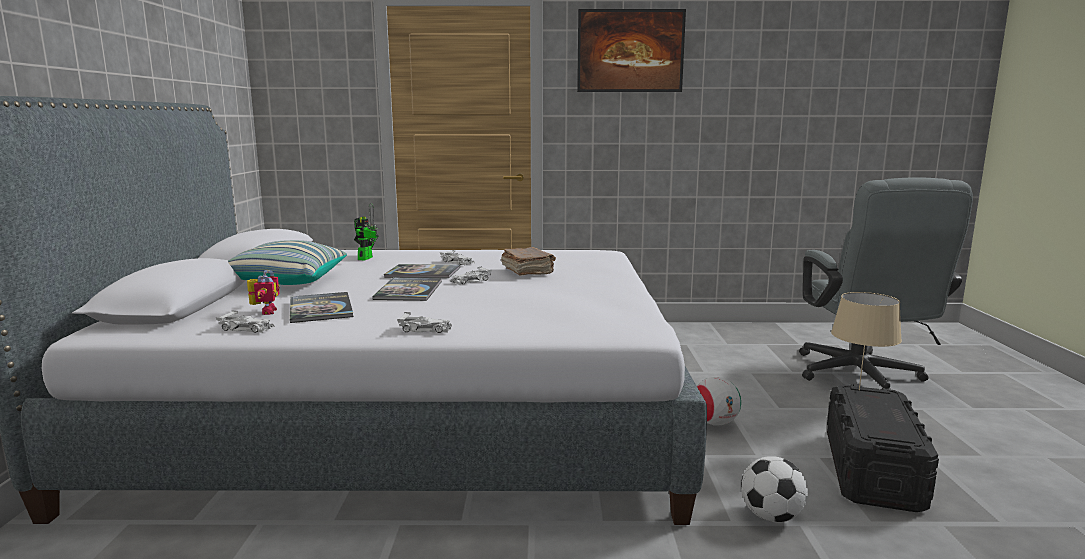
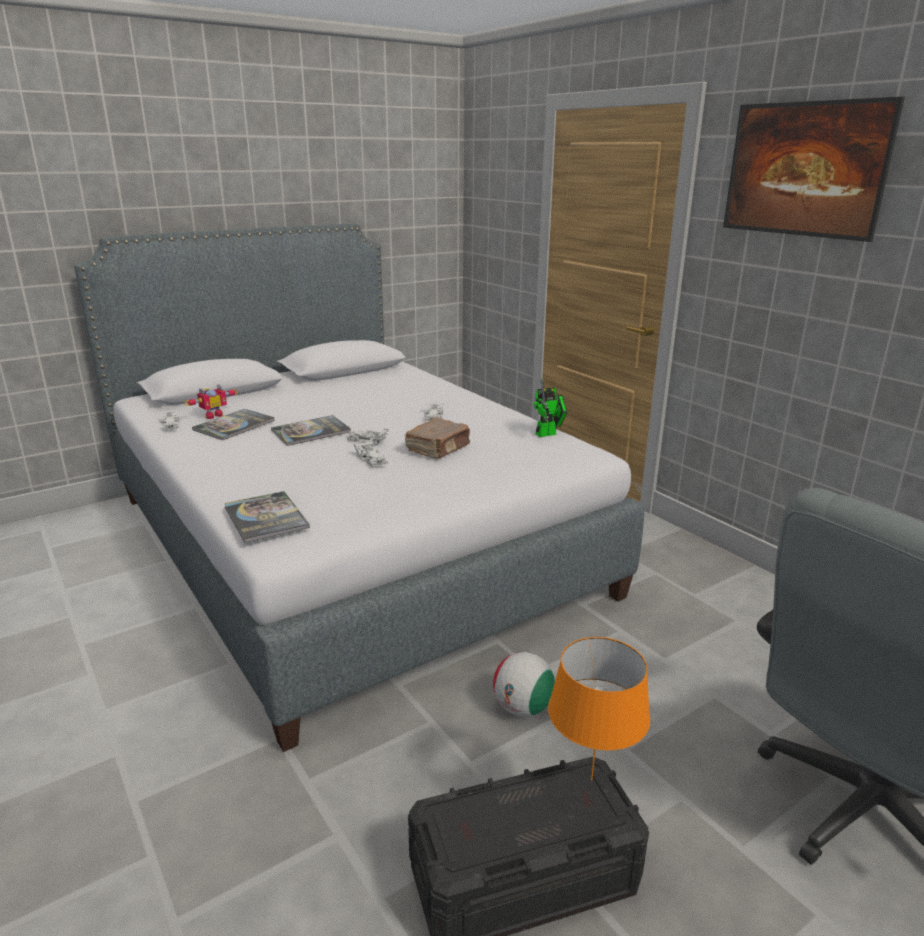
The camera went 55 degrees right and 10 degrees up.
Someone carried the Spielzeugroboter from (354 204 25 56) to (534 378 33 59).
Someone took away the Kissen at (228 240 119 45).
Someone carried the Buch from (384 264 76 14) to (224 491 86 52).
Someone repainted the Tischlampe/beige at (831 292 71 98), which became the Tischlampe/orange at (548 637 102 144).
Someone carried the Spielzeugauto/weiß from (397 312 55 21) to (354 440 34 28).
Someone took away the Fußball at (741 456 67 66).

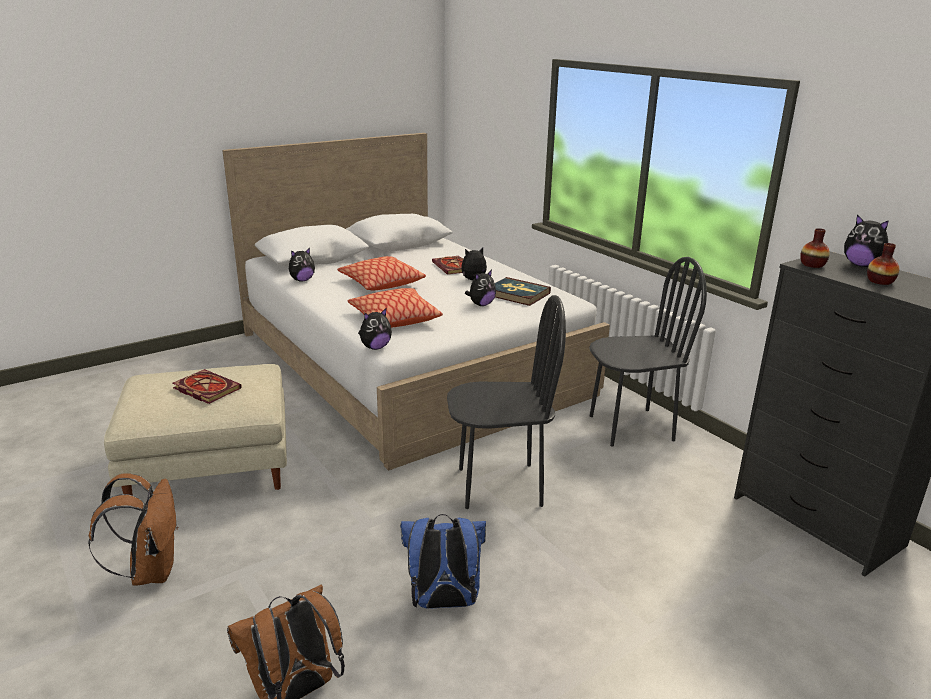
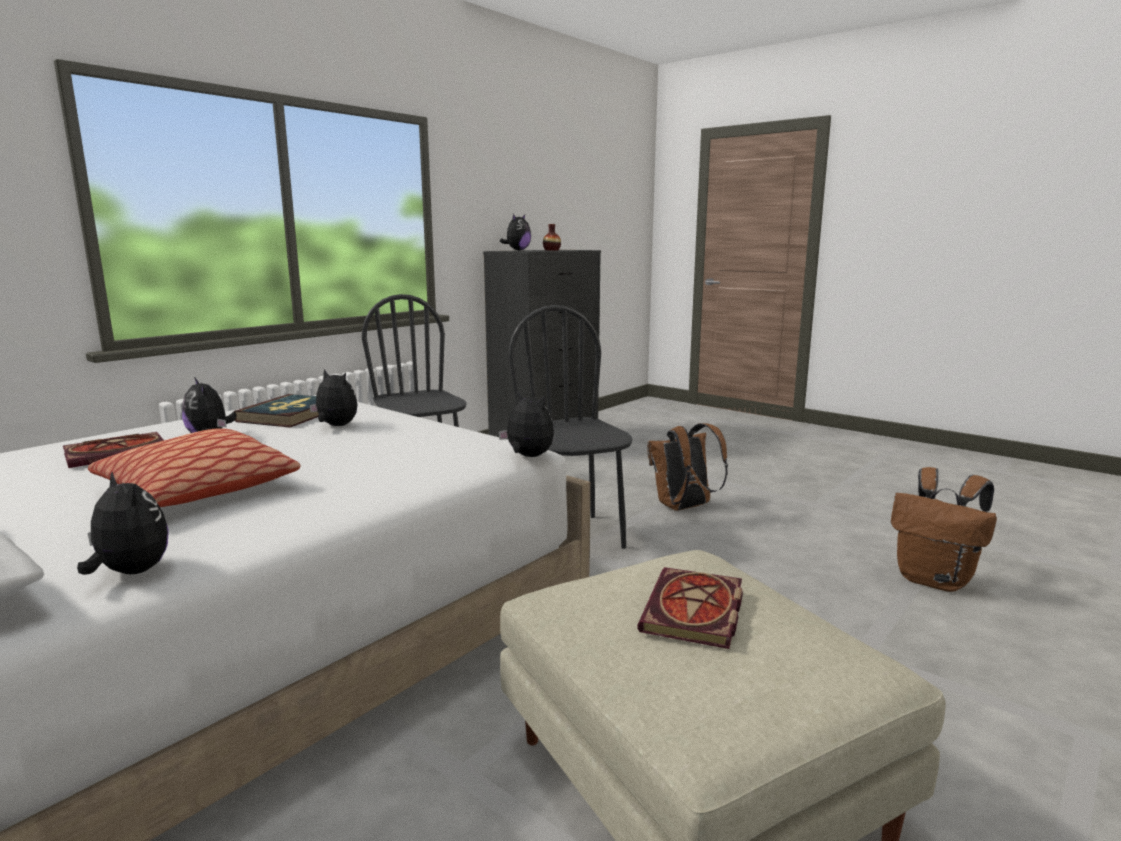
The camera went 105 degrees left and 10 degrees down.
Someone took away the Vase at (800 228 30 40).
Someone took away the Kissen at (347 288 96 40).
Someone carried the Rucksack/braun from (88 473 90 113) to (647 423 81 88).
Someone took away the Rucksack/blau at (400 514 86 95).

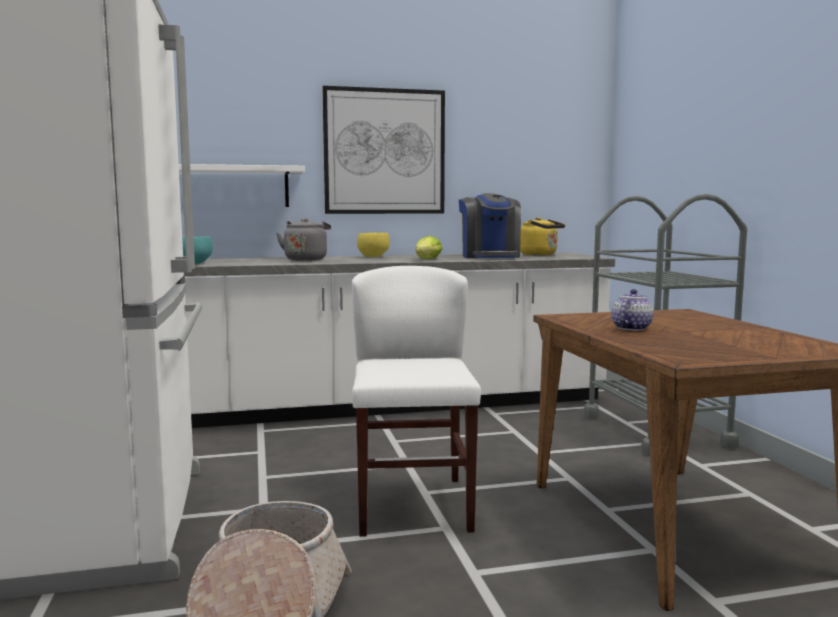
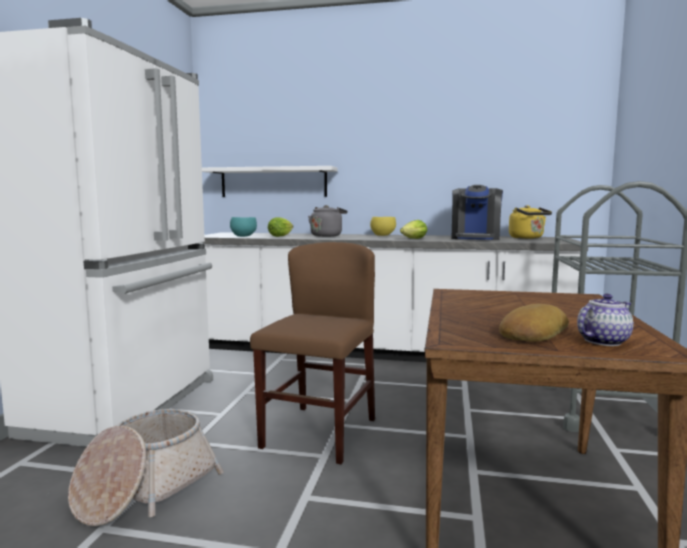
The camera went 25 degrees right and 0 degrees up.
Someone took away the Bild at (323 86 122 128).
Someone repainted the Stuhl/weiß at (352 266 129 271), which became the Stuhl/braun at (250 242 125 222).
Someone carried the Teekanne from (611 289 43 42) to (577 294 57 52).
Someone put down the Salatkopf at (268 217 25 20).
Someone put down the Brot at (499 304 70 38).

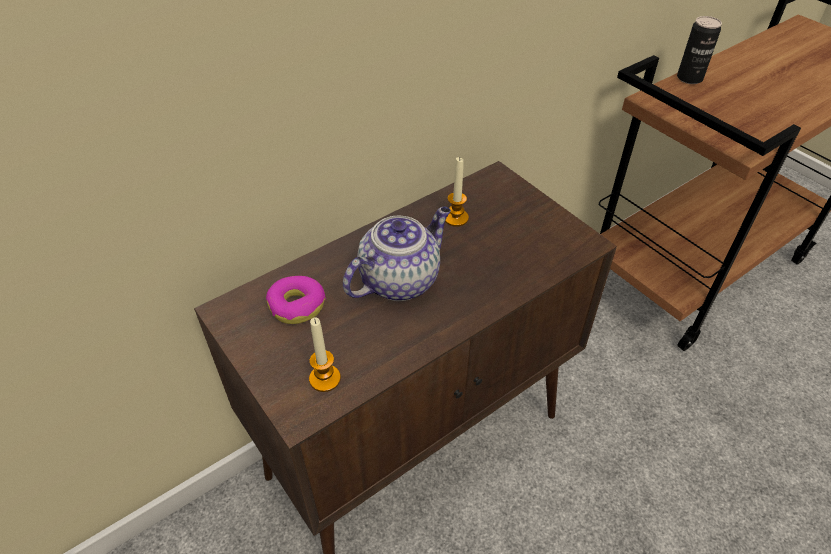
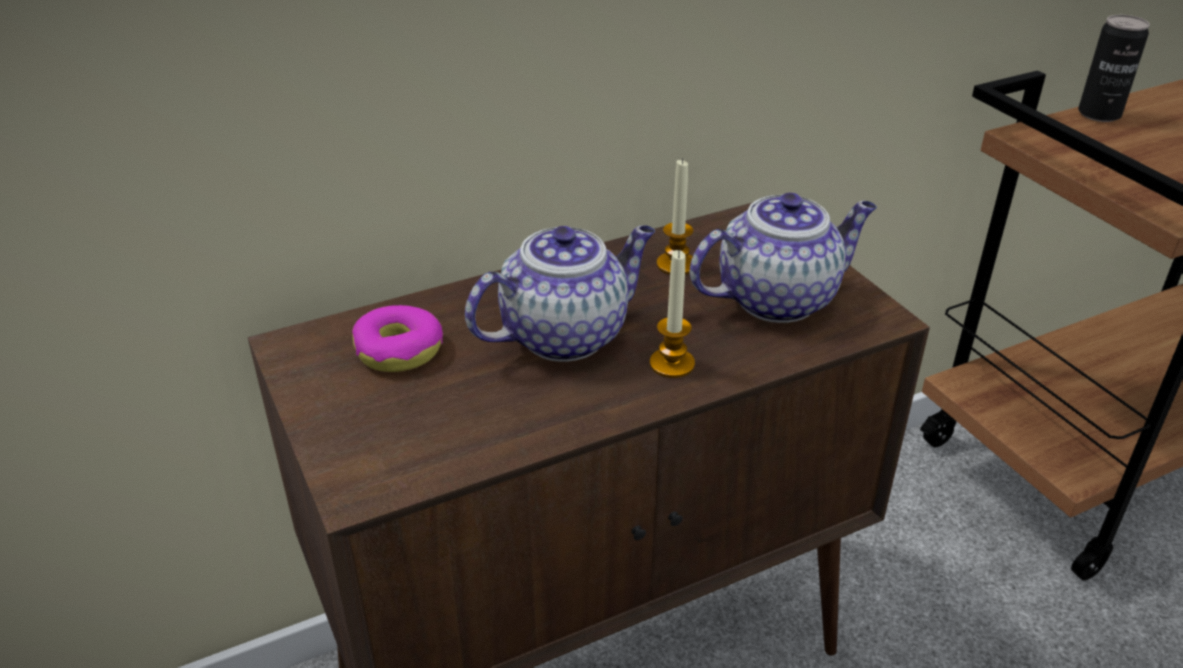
The camera went 10 degrees right and 10 degrees down.
Someone carried the Kerze from (309 318 32 74) to (650 250 45 128).
Someone put down the Teekanne at (689 193 188 130).

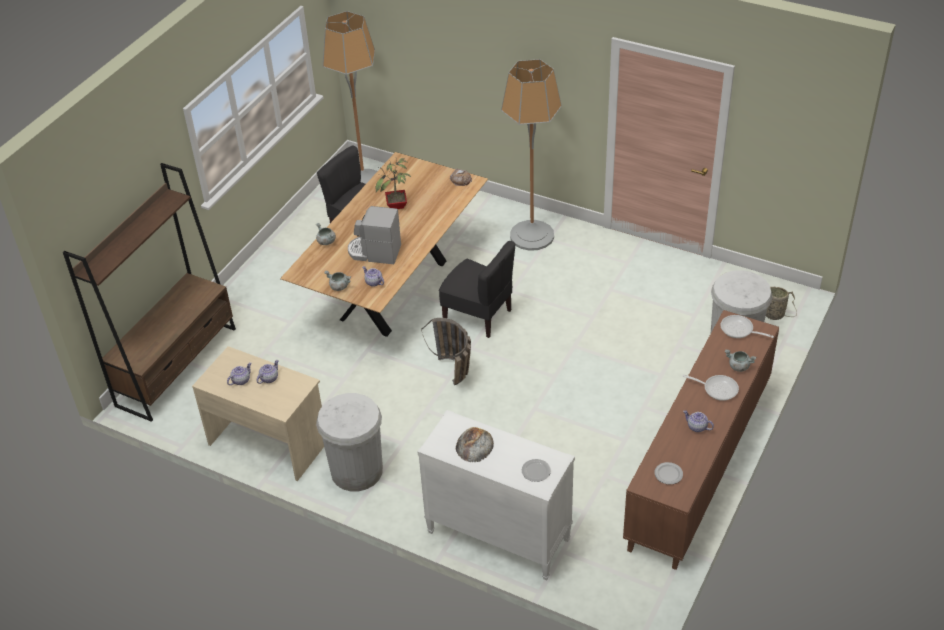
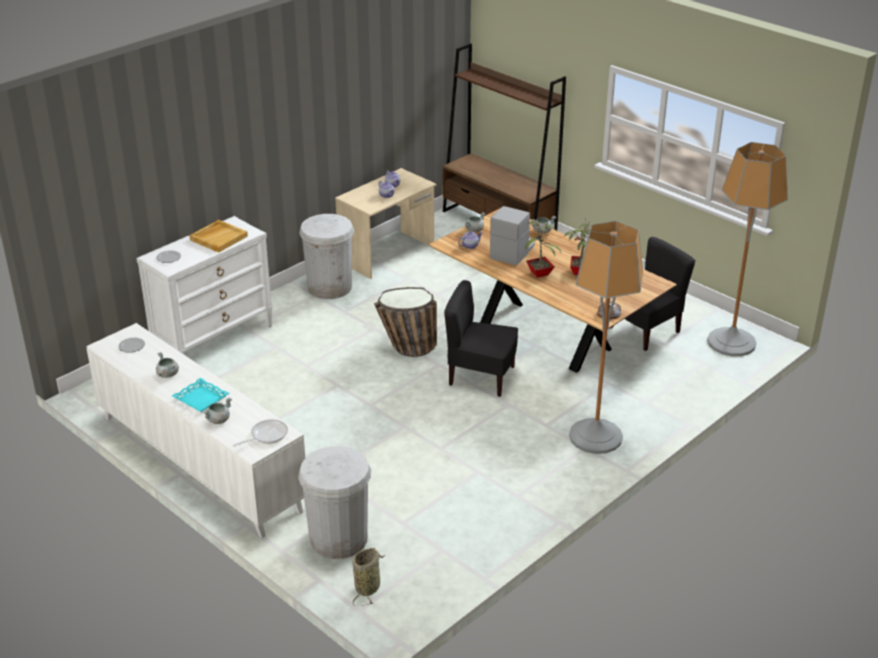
The camera went 105 degrees right and 10 degrees down.
Someone rotated the Stuhl/schwarz at (439 241 76 97) by 60 degrees clockwise.
Someone repainted the Schrank/braun at (623 310 156 260), which became the Schrank/weiß at (86 323 219 215).
Someone swapped the Pfanne at (682 375 57 26) for the Tablett/türkis at (172 378 57 34).
Someone swapped the Teekanne at (683 410 31 22) for the Kochtopf/grau at (156 352 23 26).
Someone swapped the Brot at (455 427 39 36) for the Tablett/beige at (189 220 59 33).
Someone put down the Topfpflanze at (525 221 37 57).

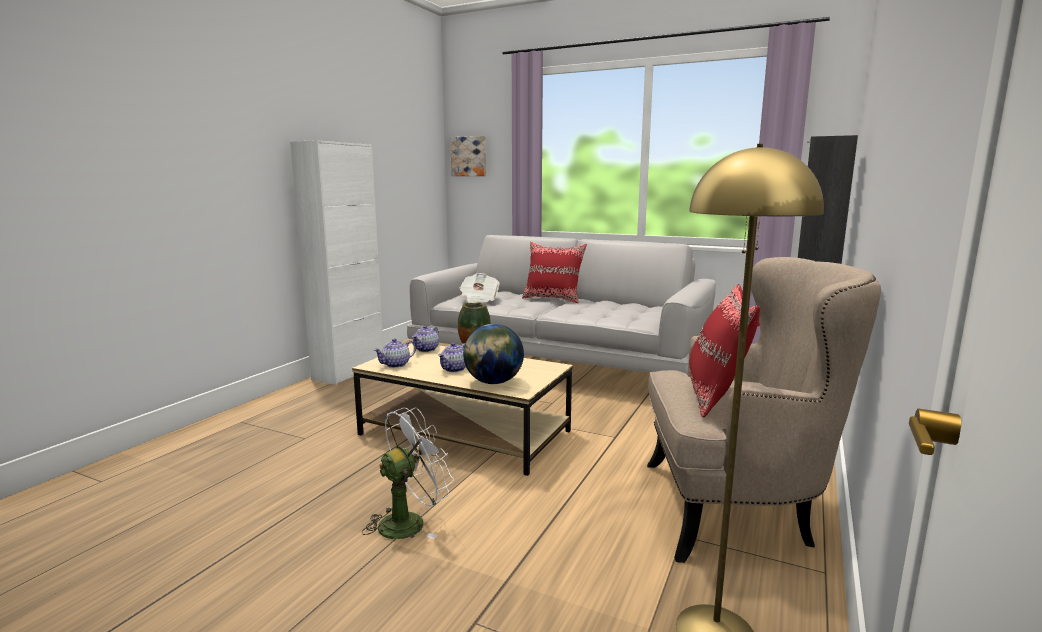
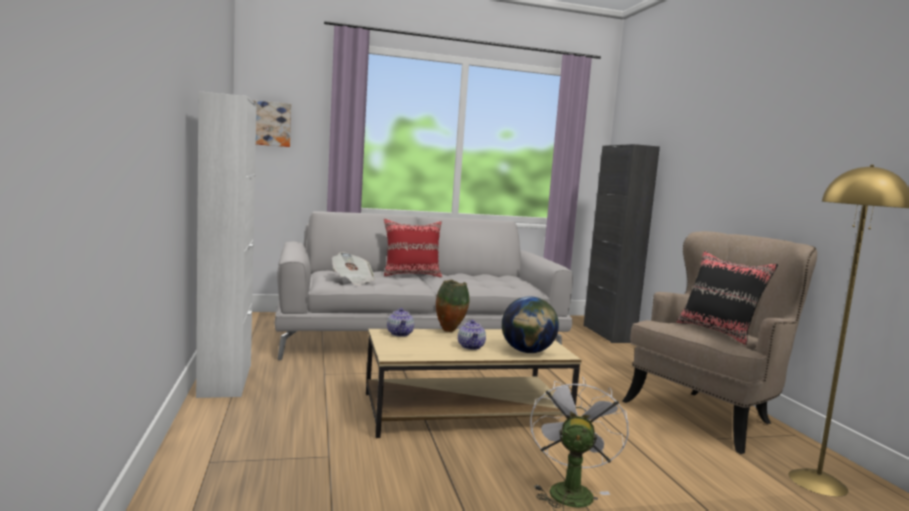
The camera went 40 degrees left and 5 degrees down.
Someone repainted the Kissen/rot at (689 284 71 134), which became the Kissen/schwarz at (677 251 101 94).
Someone took away the Teekanne at (374 339 42 29).

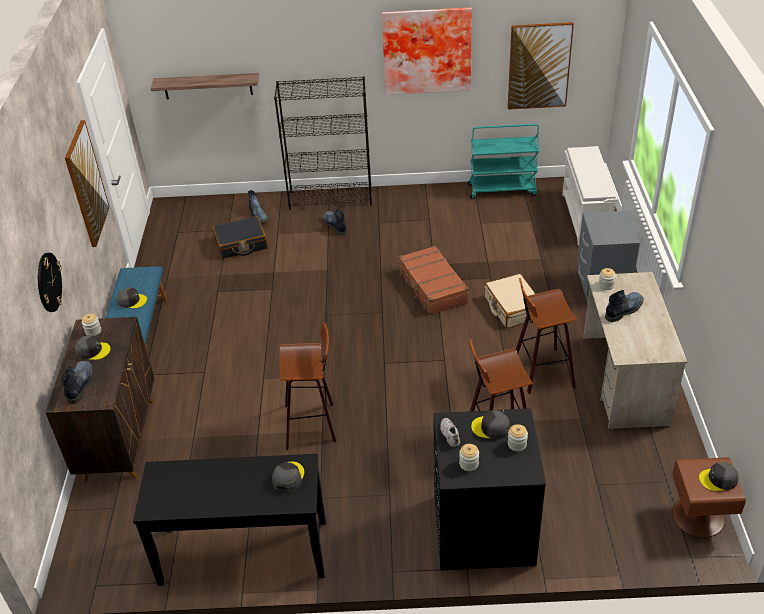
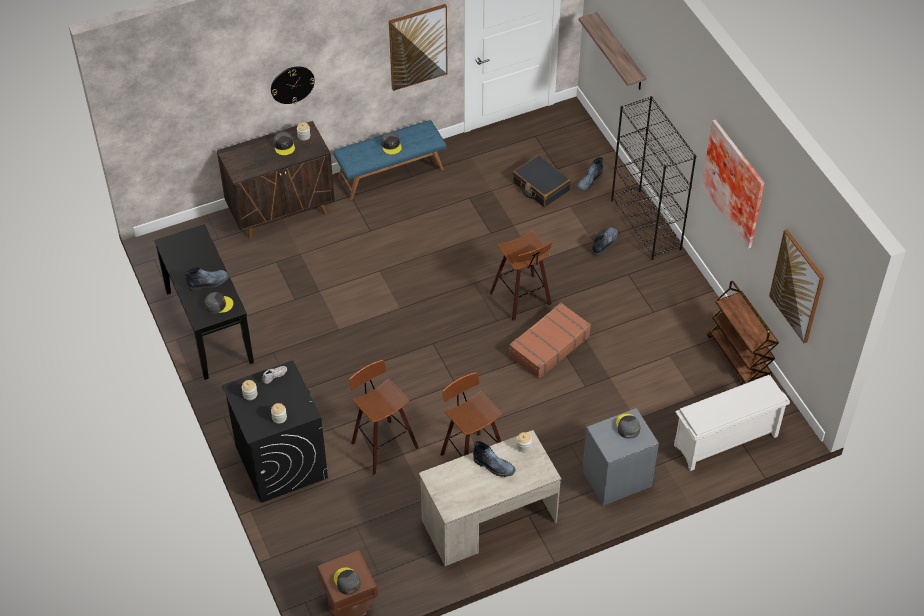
The camera went 65 degrees right and 10 degrees up.
Someone repainted the Rollwagen/türkis at (468 124 71 75), which became the Rollwagen/braun at (707 281 72 104).
Someone took away the Koffer/beige at (484 274 51 54).
Someone carried the Hocker from (279 323 57 127) to (490 230 63 91).
Someone carried the Stiefel from (61 361 32 43) to (185 267 44 24).
Someone carried the Kappe/grau from (471 410 39 30) to (616 414 25 24).

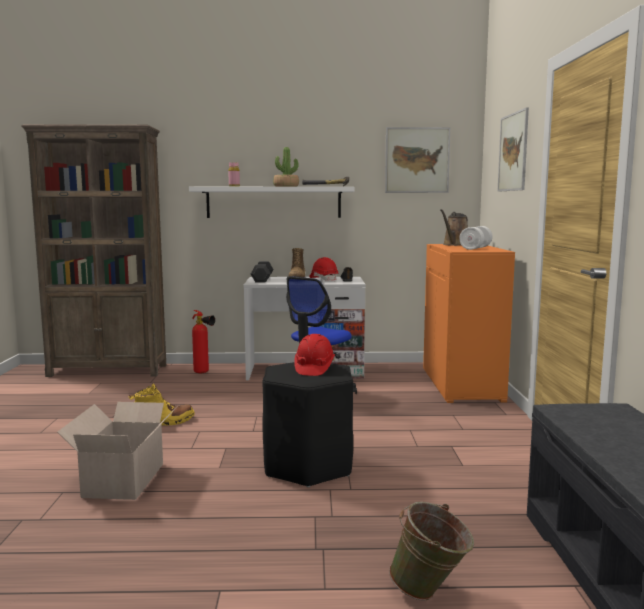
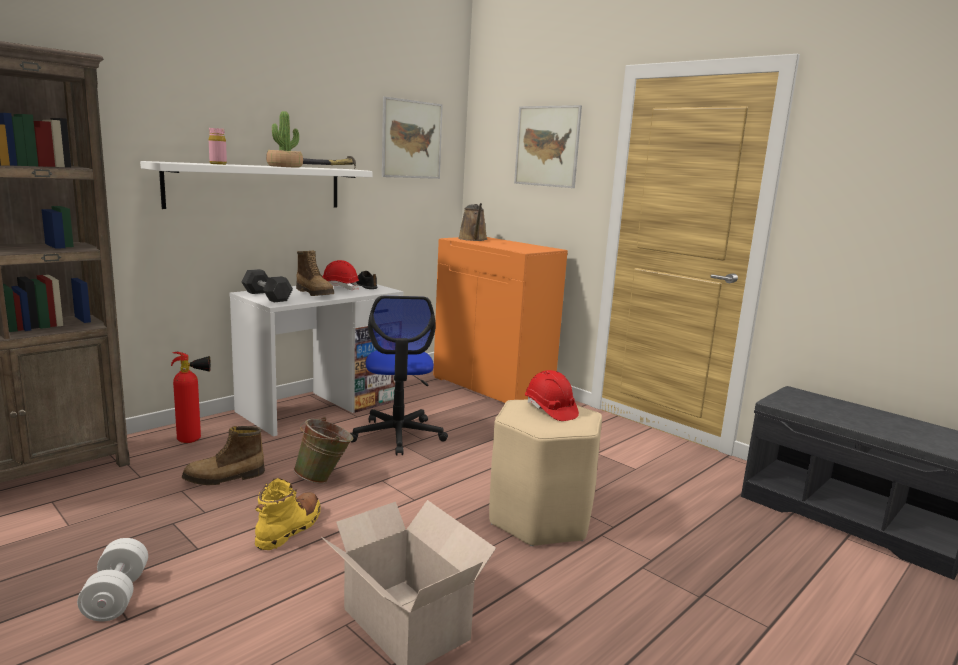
The camera went 45 degrees left and 5 degrees up.
Someone carried the Hantel/weiß from (459 226 34 24) to (77 538 71 83).
Someone repainted the Hocker/schwarz at (262 362 91 125), which became the Hocker/beige at (489 399 113 147).
Someone carried the Eimer/grün from (389 502 85 99) to (294 417 59 67).
Someone put down the Stiefel at (182 426 83 59).

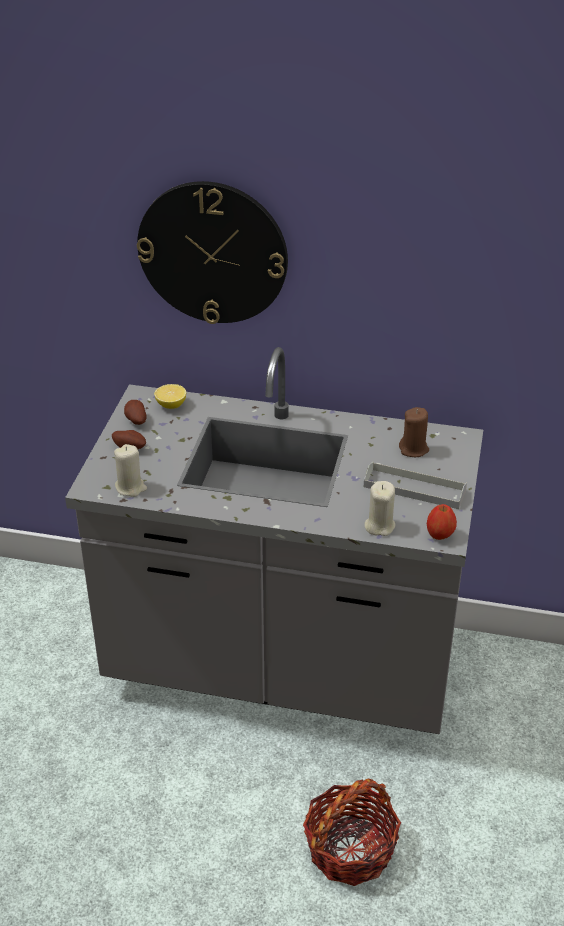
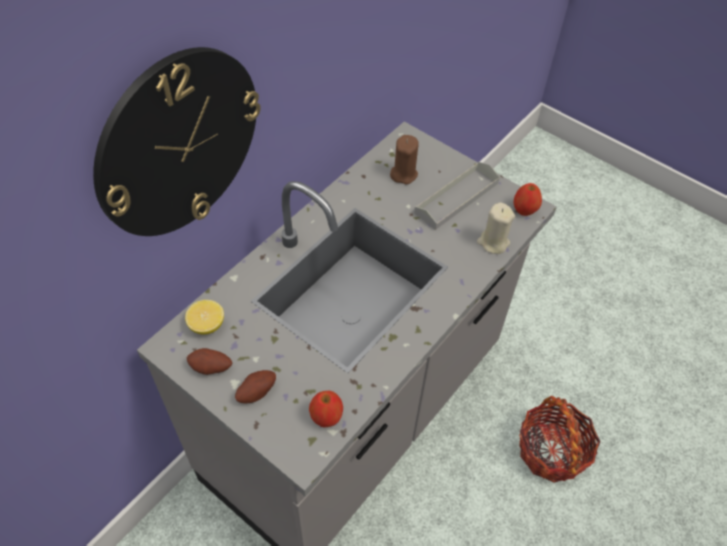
The camera went 65 degrees left and 15 degrees up.
Someone swapped the Kerze/beige at (114 444 33 53) for the Apfel at (309 391 34 36).

